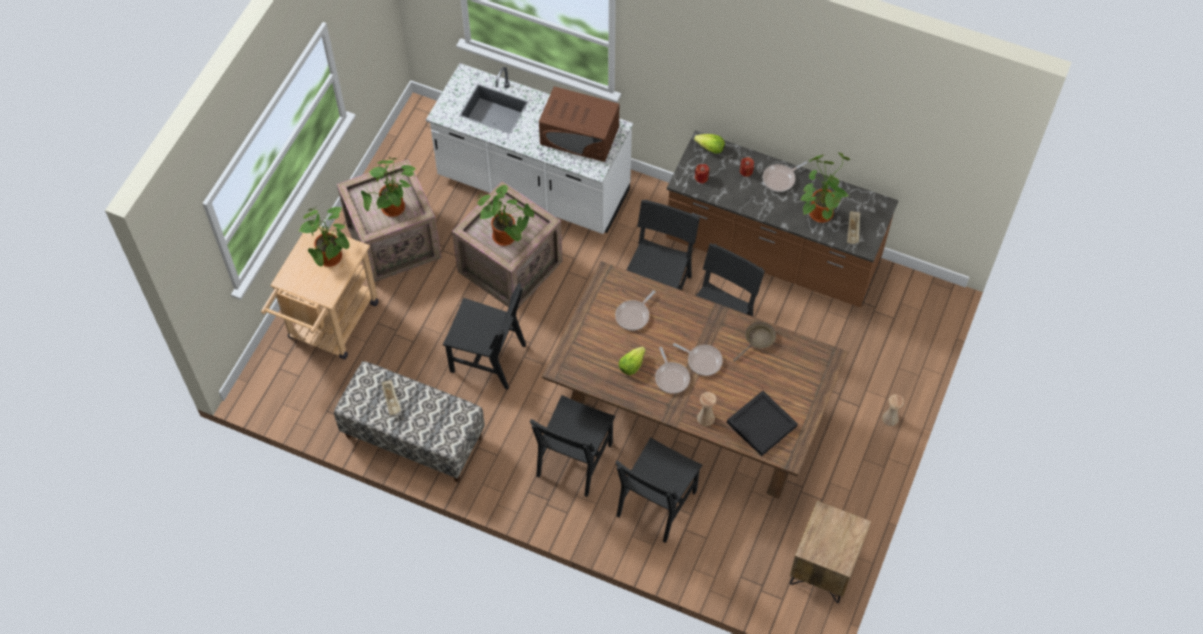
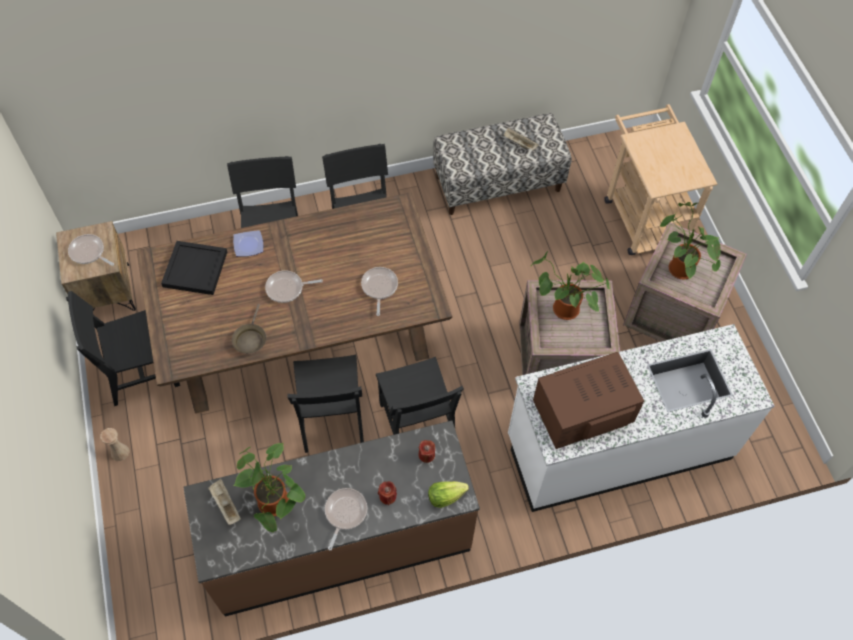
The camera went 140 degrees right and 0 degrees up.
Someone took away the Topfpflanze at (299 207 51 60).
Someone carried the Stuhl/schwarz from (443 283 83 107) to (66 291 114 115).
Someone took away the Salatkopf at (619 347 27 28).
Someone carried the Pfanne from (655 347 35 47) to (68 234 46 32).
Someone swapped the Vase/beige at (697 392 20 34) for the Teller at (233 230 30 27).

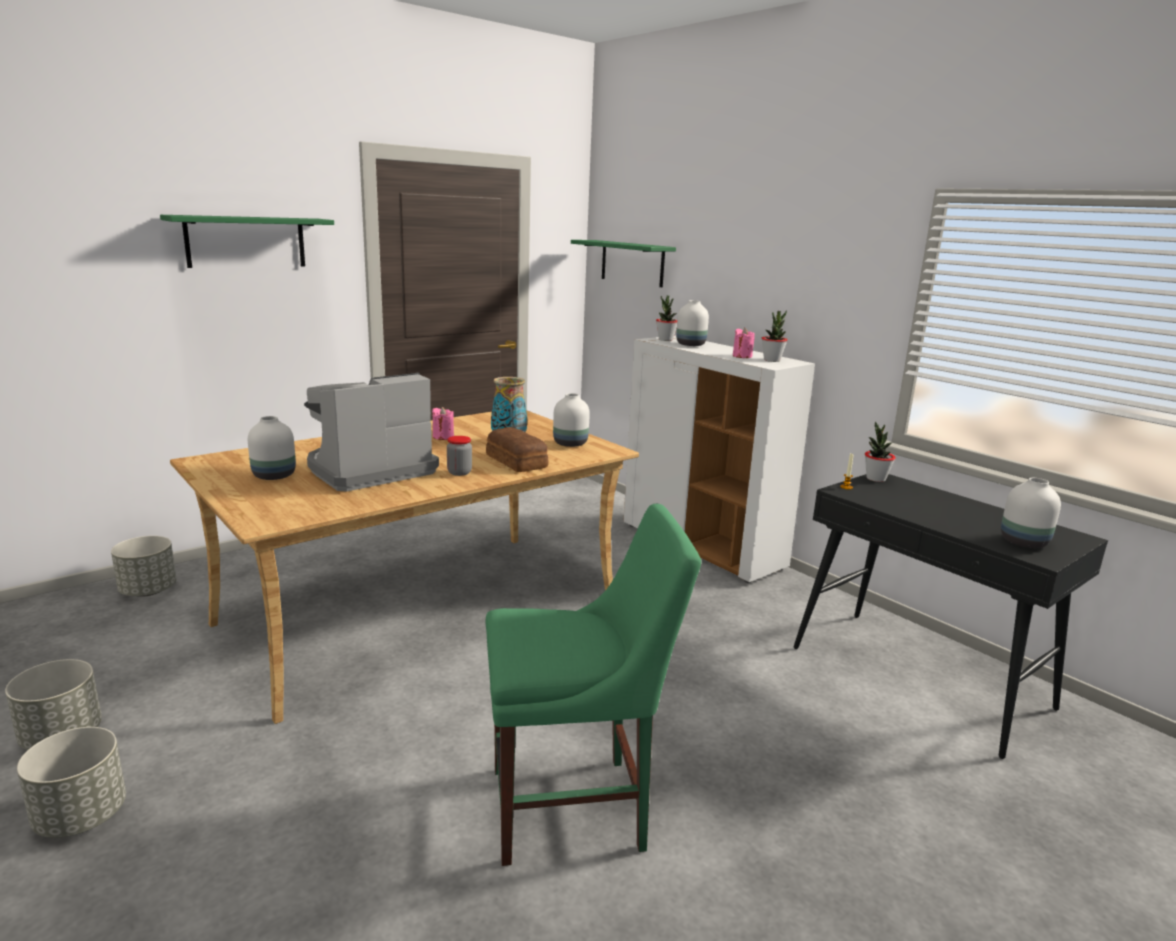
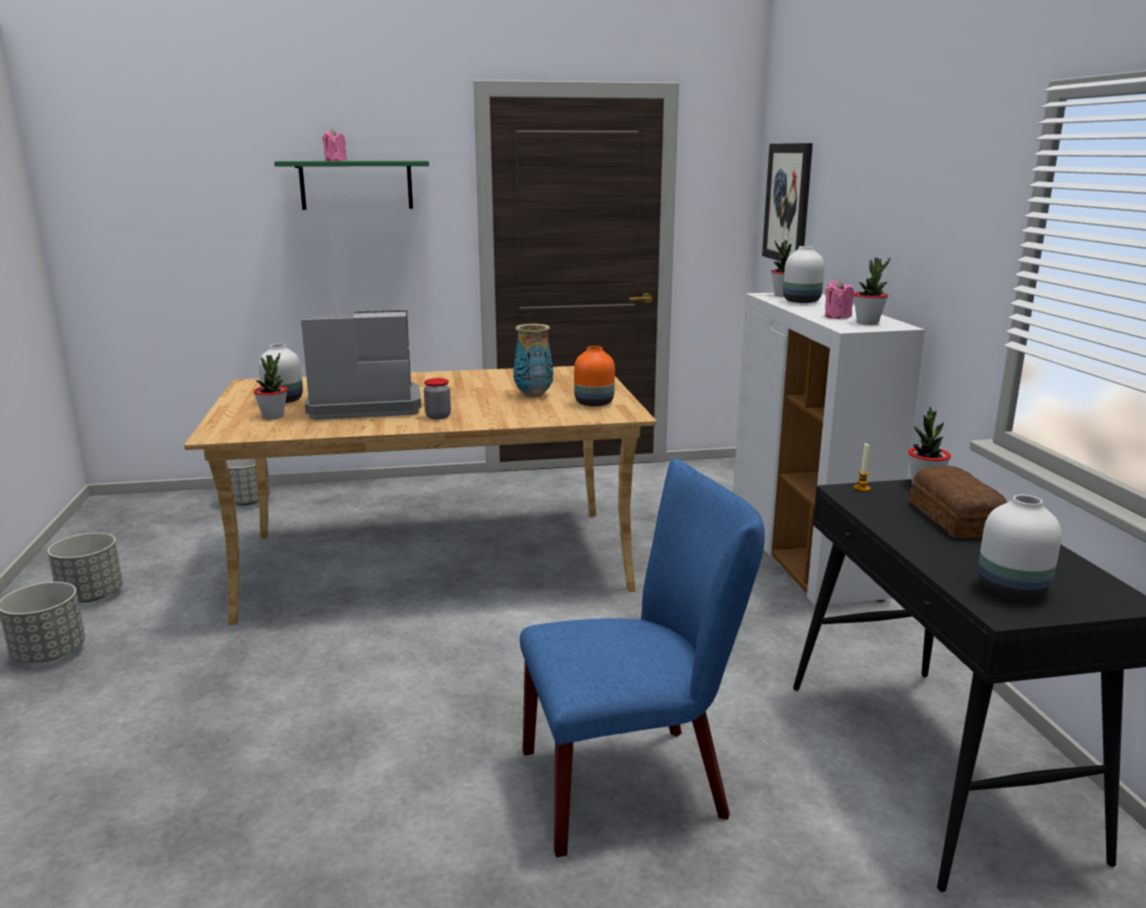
The camera went 30 degrees right and 0 degrees up.
Someone swapped the Wandregal/grün at (571 240 105 47) for the Bild at (762 143 51 118).
Someone repainted the Vase/weiß at (553 393 37 54), which became the Vase/orange at (574 346 41 60).
Someone carried the Kerze/rosa from (432 407 22 33) to (322 129 25 32).
Someone carried the Brot from (486 427 63 45) to (909 465 99 73).
Someone took away the Stuhl/grün at (485 504 216 362).
Someone put down the Topfpflanze at (253 353 34 66).
Someone put down the Stuhl/blau at (520 459 245 398).

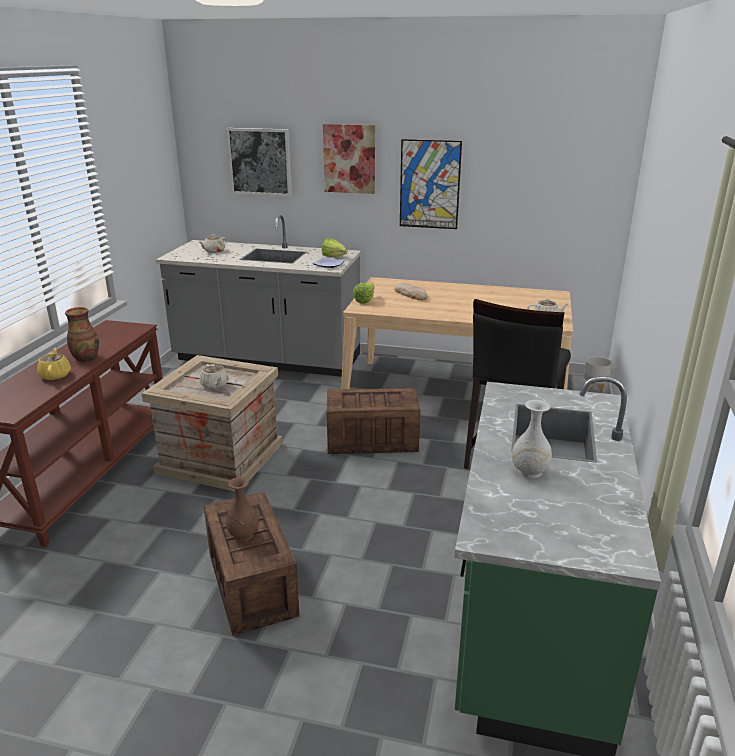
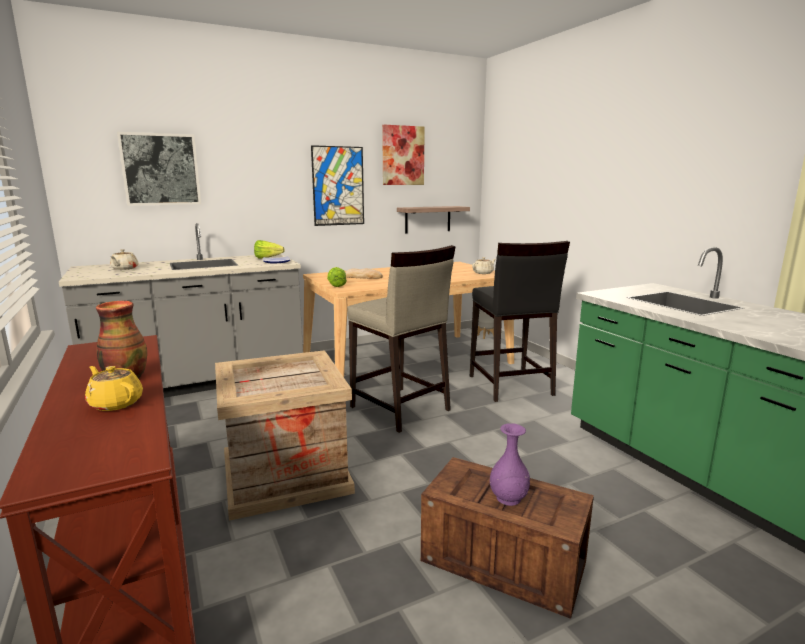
The camera went 40 degrees left and 10 degrees down.
Someone carried the Bild from (323 124 52 70) to (382 125 43 60).
Someone took away the Teekanne/beige at (200 364 29 25).
Someone swapped the Kiste at (327 388 93 66) for the Hocker/beige at (347 245 108 188).
Someone took away the Vase/weiß at (512 400 40 78).
Someone repainted the Vase/braun at (226 477 33 64), which became the Vase/lila at (490 423 40 83).
Someone put up the Wandregal at (397 206 73 27).

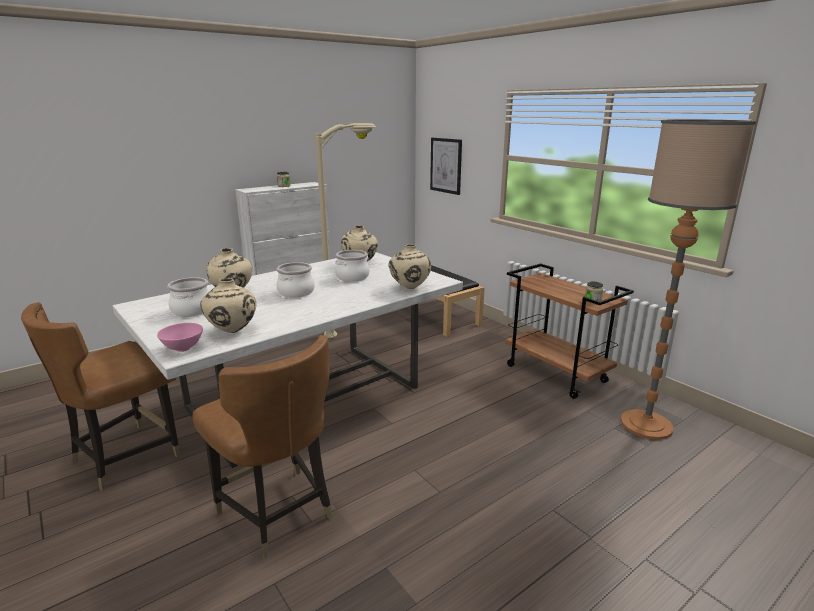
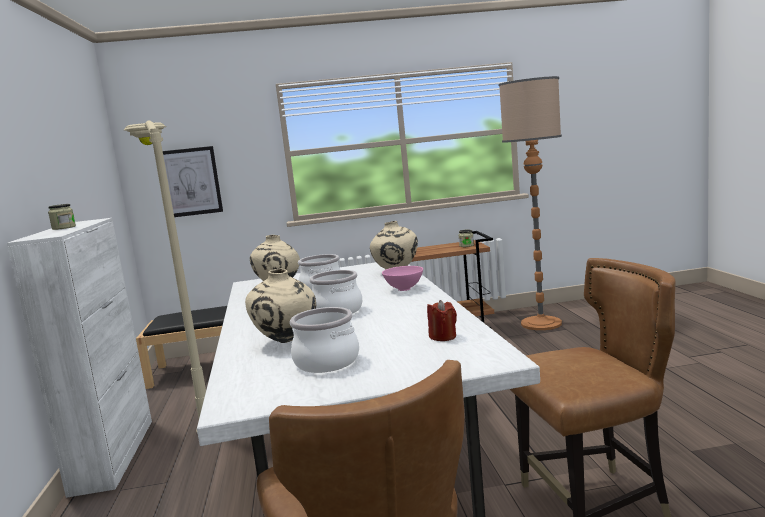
The camera went 60 degrees left and 10 degrees down.
Someone swapped the Vase/beige at (200 278 56 55) for the Kerze/rot at (427 300 30 41).
Someone carried the Schüssel/rosa from (157 323 46 29) to (382 266 41 25).

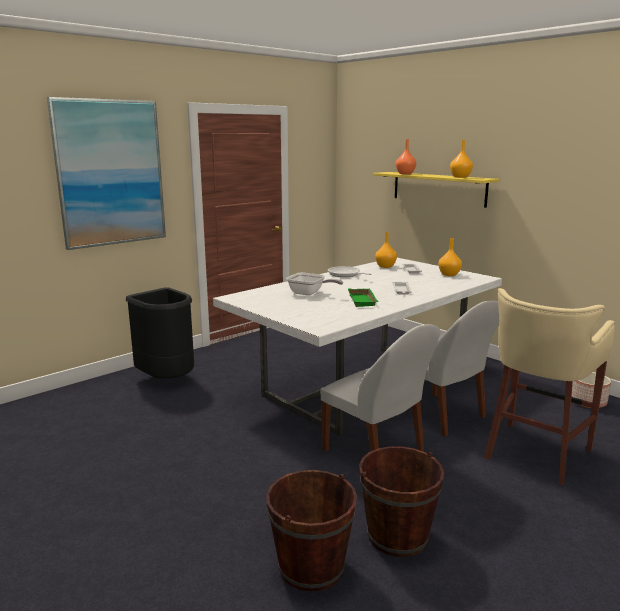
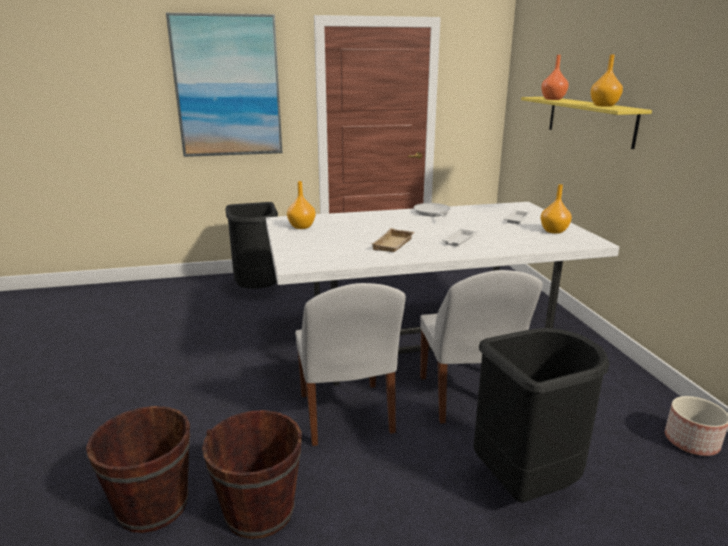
The camera went 30 degrees right and 5 degrees up.
Someone carried the Vase/orange from (375 232 22 36) to (287 181 28 48).
Someone took away the Pfanne at (286 273 57 23).
Someone repainted the Tablett/grün at (348 288 30 19), which became the Tablett/beige at (372 228 43 24).
Someone swapped the Hocker/beige at (484 288 131 198) for the Mülleimer/schwarz at (474 328 136 175).

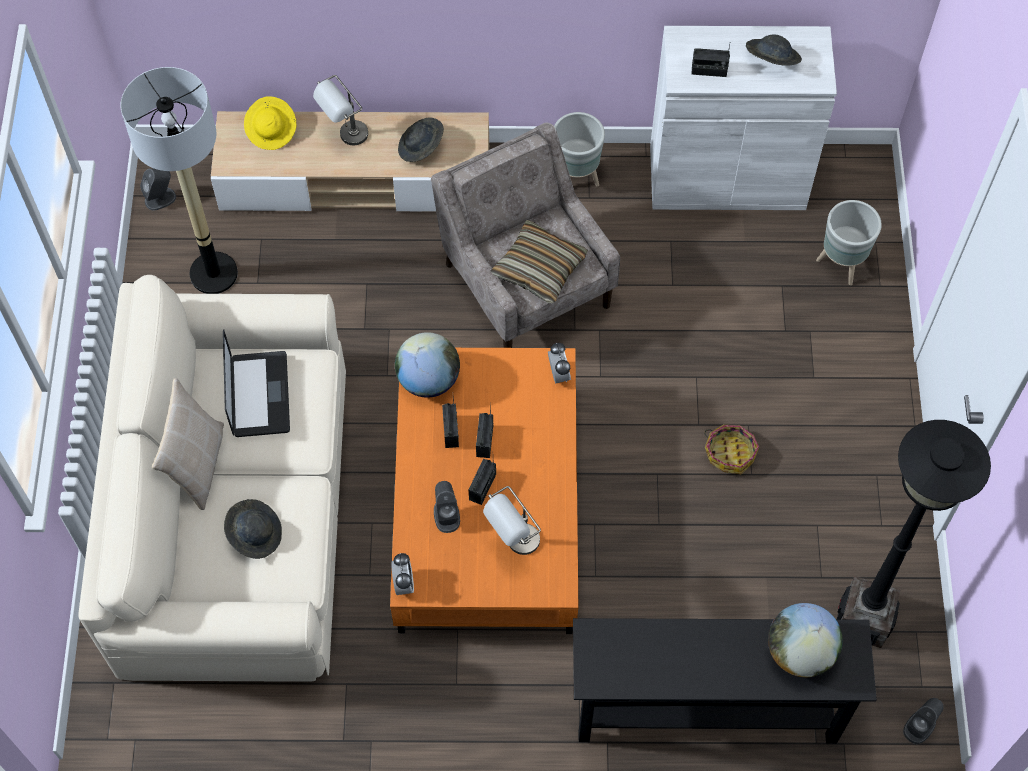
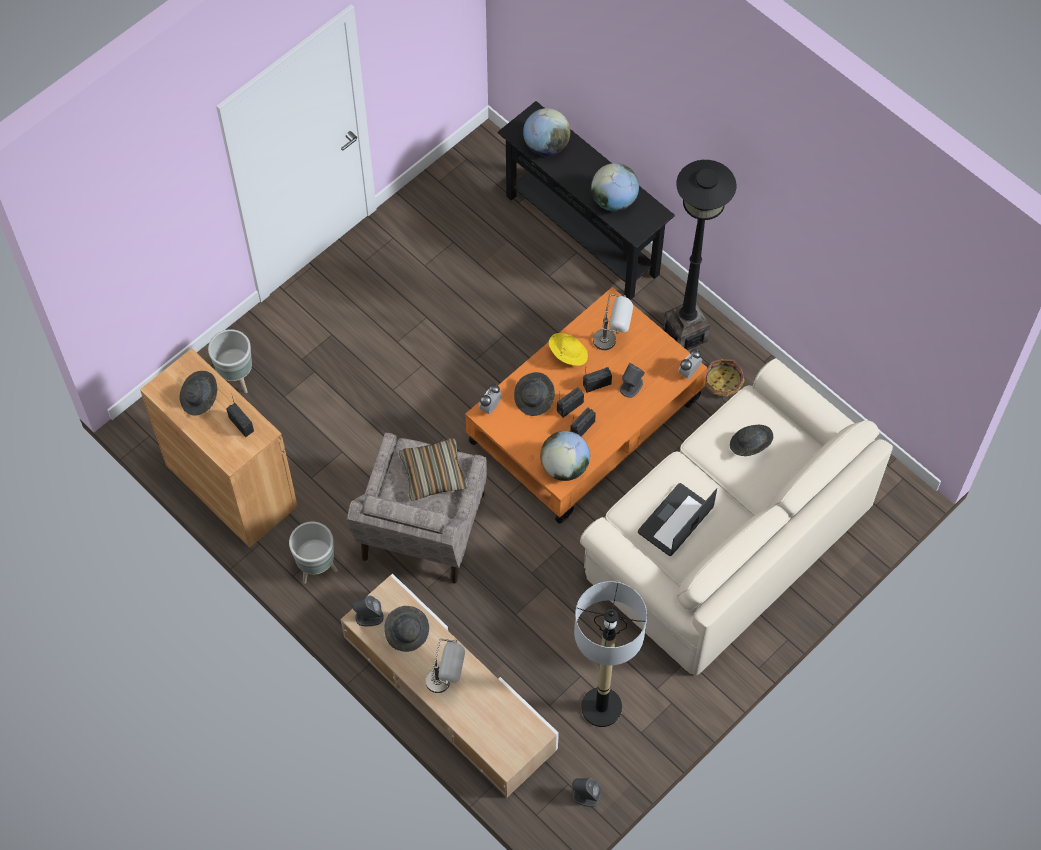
The camera went 135 degrees left and 0 degrees up.
Someone repainted the Schrank/weiß at (650 26 187 184), which became the Schrank/braun at (140 348 158 200).
Someone carried the Hut/gelb from (244 96 52 54) to (549 333 39 33).
Someone took away the Kissen/beige at (152 378 72 132).
Someone carried the Stehlampe/schwarz from (836 420 155 228) to (663 160 73 191).
Someone carried the Korb from (704 424 55 50) to (705 359 40 43).
Someone carried the Lautsprecher/grau from (903 698 41 46) to (352 596 32 30).
Someone put down the Globus at (591 163 48 48).
Someone put down the Hut/grau at (514 372 41 44).

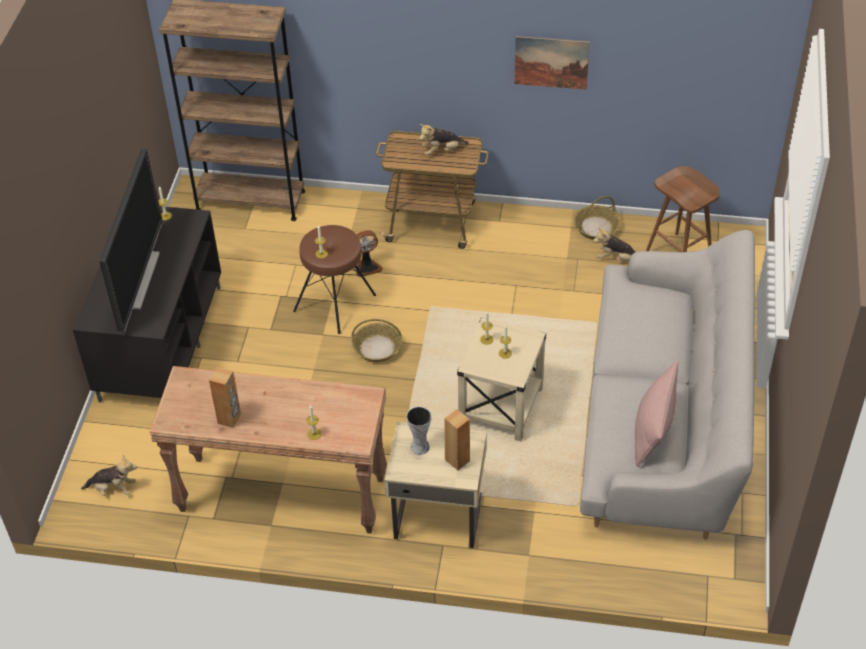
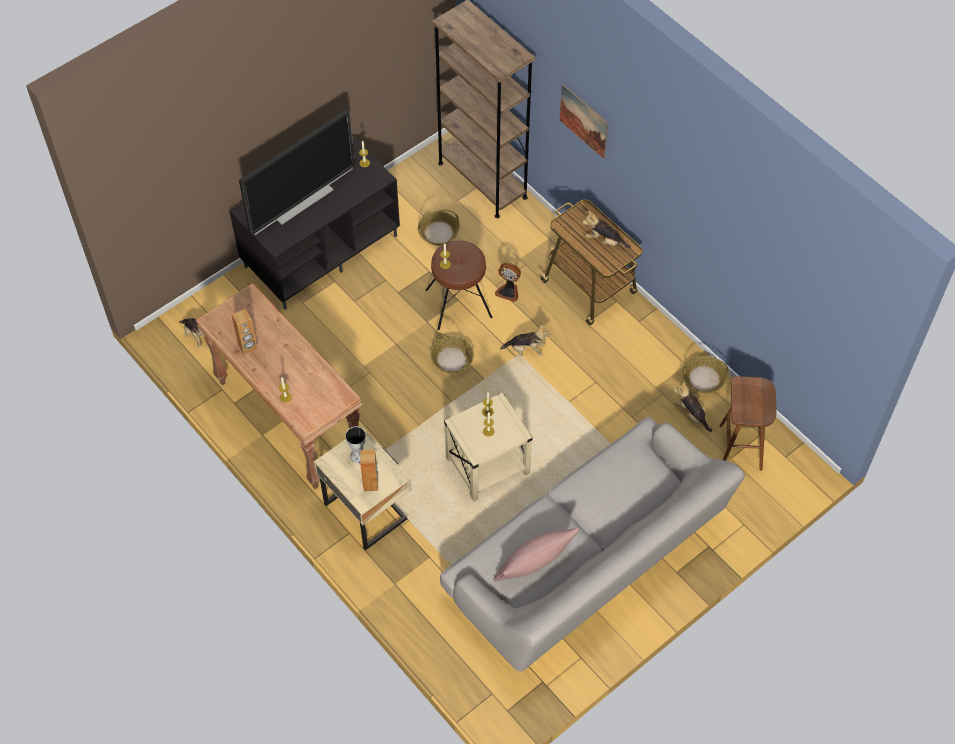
The camera went 40 degrees right and 10 degrees up.
Someone carried the Bild from (514 36 76 54) to (560 84 49 75).
Someone put down the Korb at (418 210 42 35).
Someone put down the Plüschtier at (500 324 51 32).

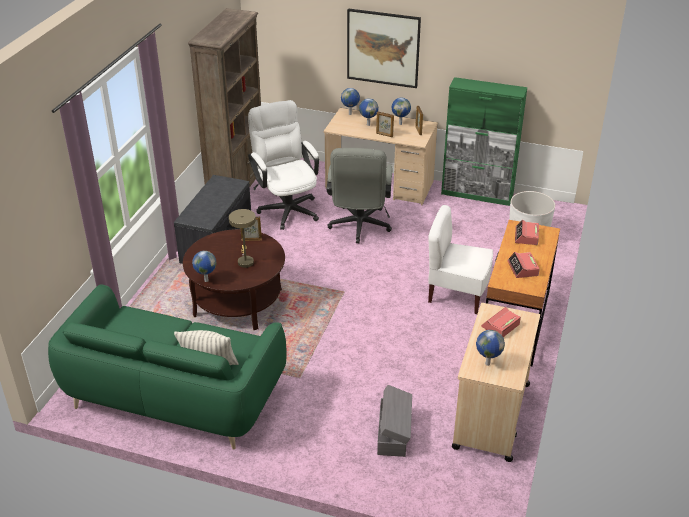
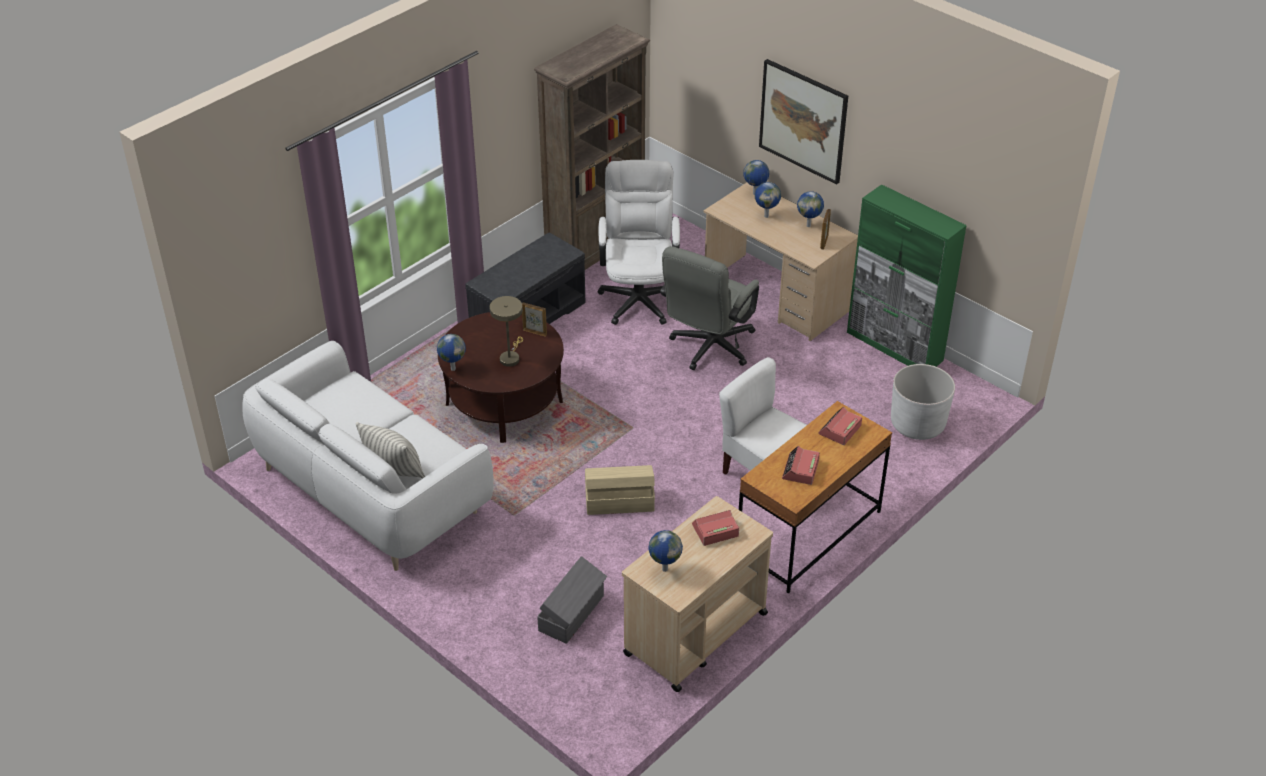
The camera went 25 degrees right and 5 degrees up.
Someone took away the Bilderrahmen at (376 112 18 25).
Someone repainted the Sofa/grün at (48 284 238 166), which became the Sofa/weiß at (242 341 252 230).
Someone put down the Aufbewahrungsbox/beige at (585 465 70 50).

